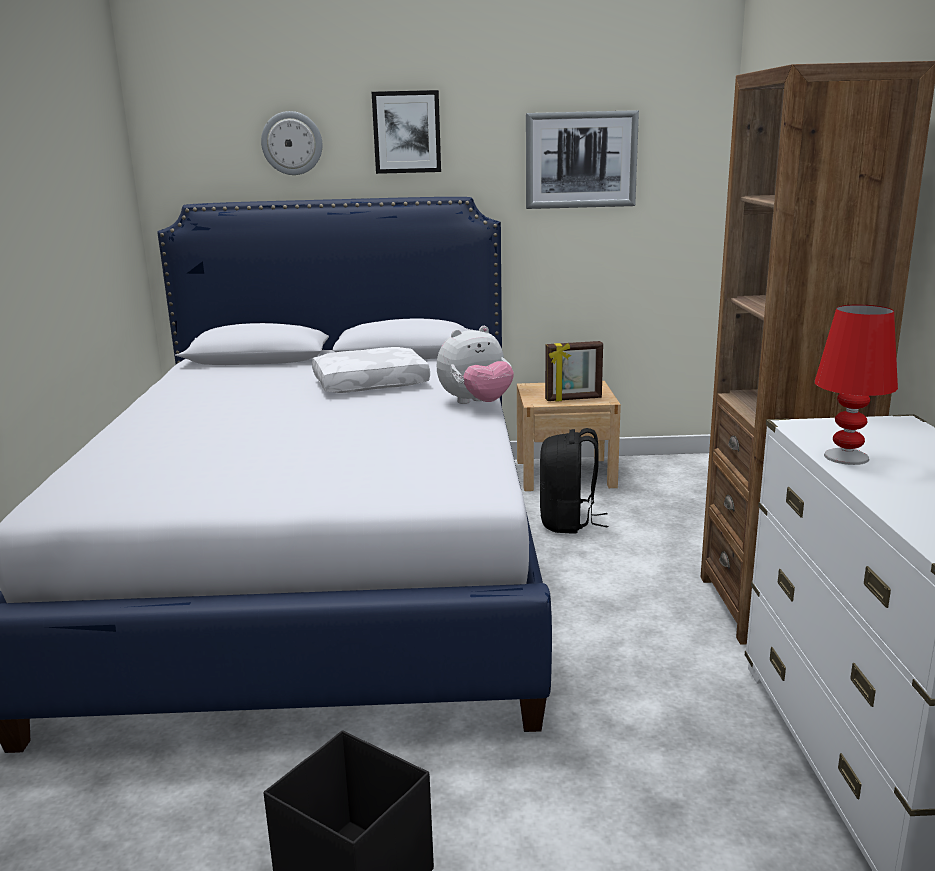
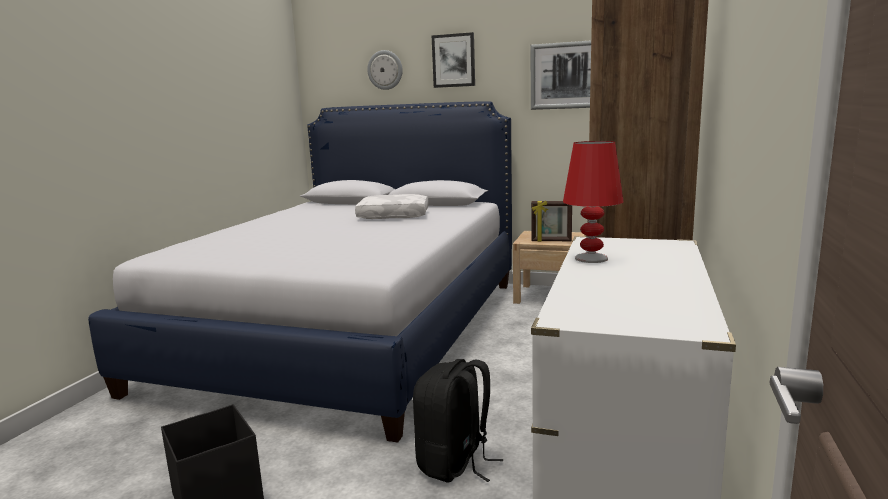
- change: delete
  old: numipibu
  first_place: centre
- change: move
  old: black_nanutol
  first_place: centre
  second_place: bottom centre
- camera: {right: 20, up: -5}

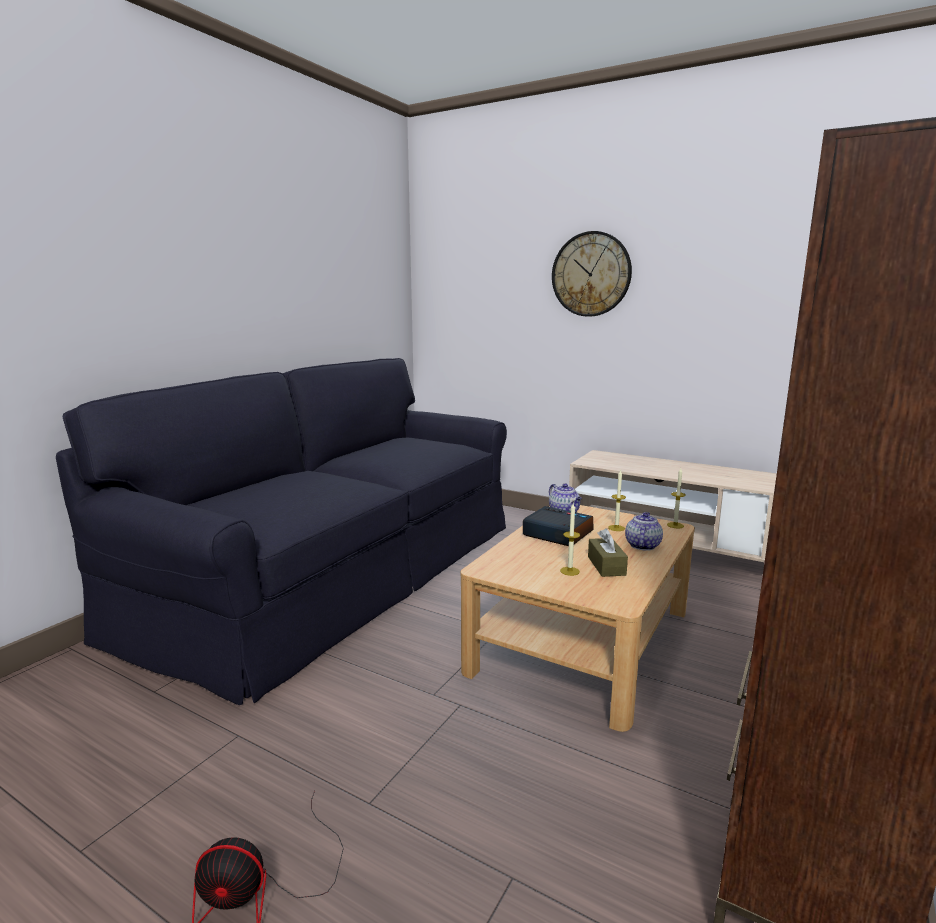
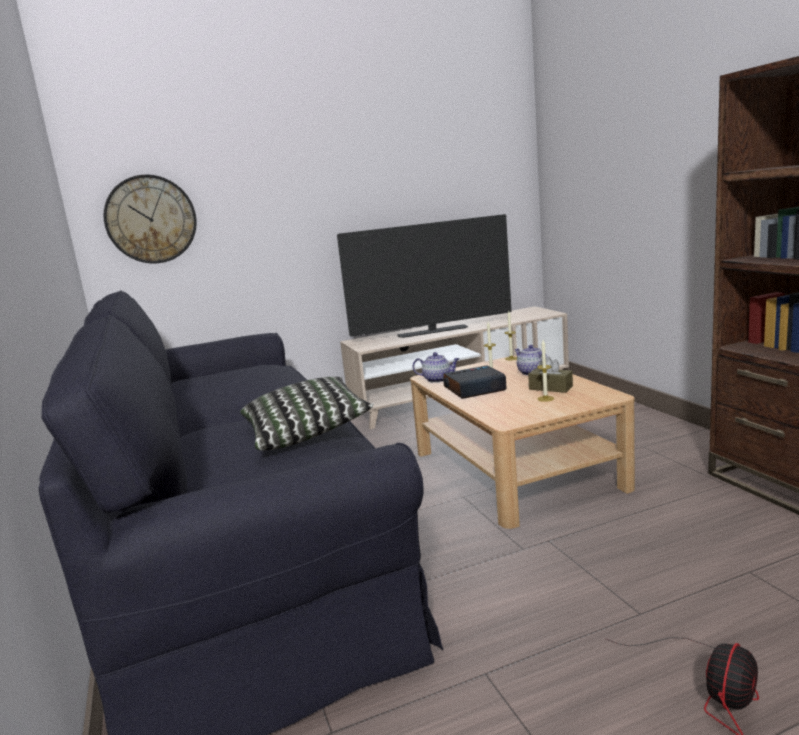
- change: move
  old: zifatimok
  first_place: top centre
  second_place: top left
- change: insert
  new: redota
  second_place: centre
- change: insert
  new: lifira
  second_place: centre
- camera: {right: -50, up: 0}

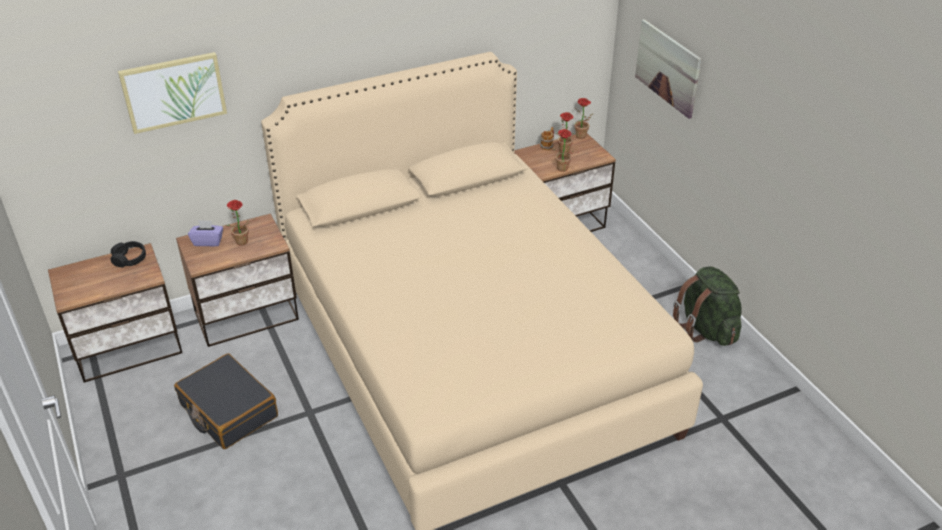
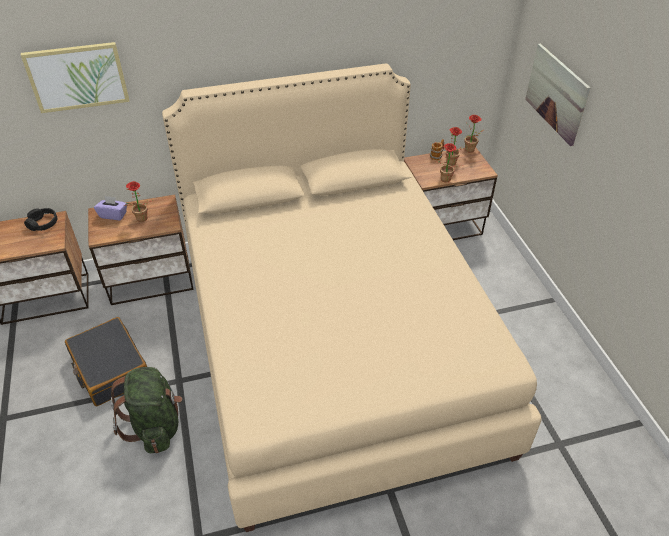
- change: move
  old: green_nanutol
  first_place: middle right
  second_place: bottom left
- camera: {right: 10, up: 5}

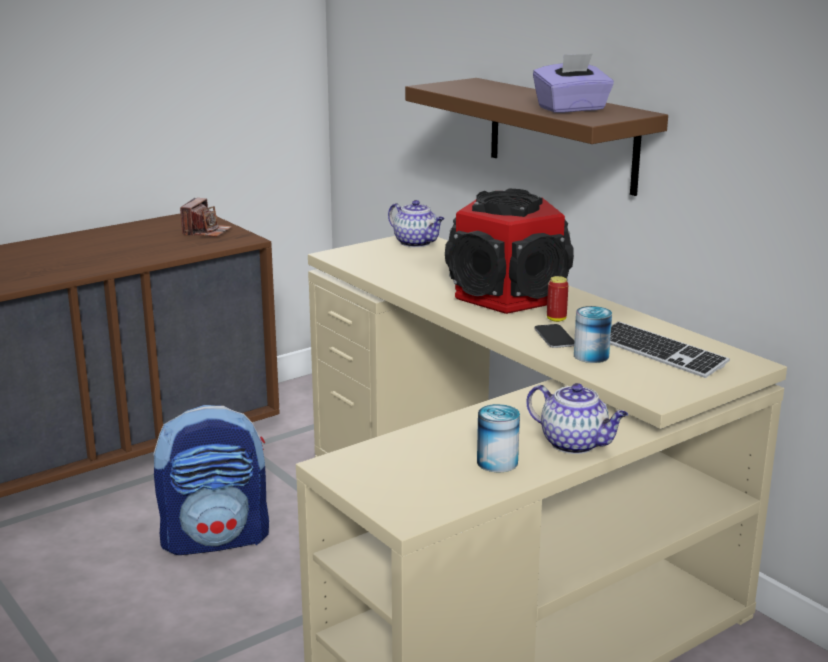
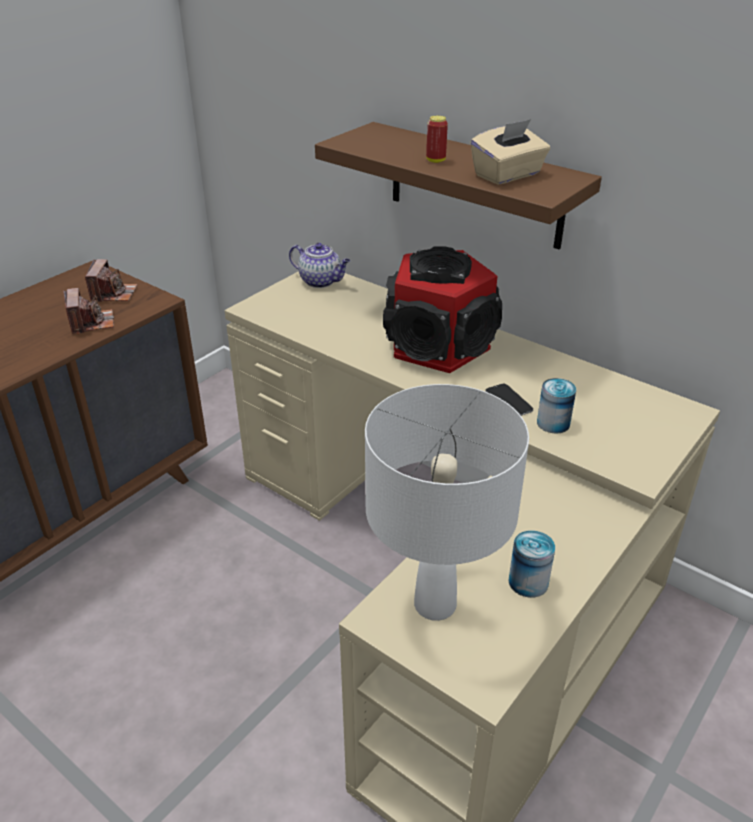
- change: recolor
  old: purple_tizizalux
  new: beige_tizizalux
  first_place: top right
  second_place: top right
- change: move
  old: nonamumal (2nd from left in the first image)
  new: nonamumal (1st from left)
  first_place: middle right
  second_place: top centre
- change: delete
  old: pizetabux
  first_place: middle right
- change: delete
  old: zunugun (2nd from left)
  first_place: middle right
- change: delete
  old: nanutol
  first_place: bottom left
- change: insert
  new: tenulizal (1st from left)
  second_place: middle left
- change: insert
  new: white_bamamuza
  second_place: centre
- camera: {right: -15, up: 15}

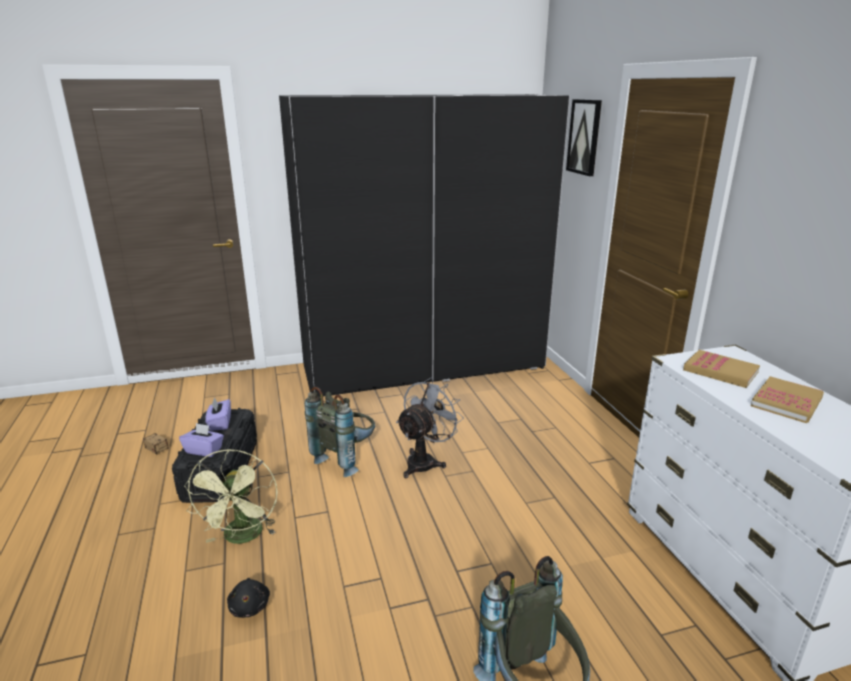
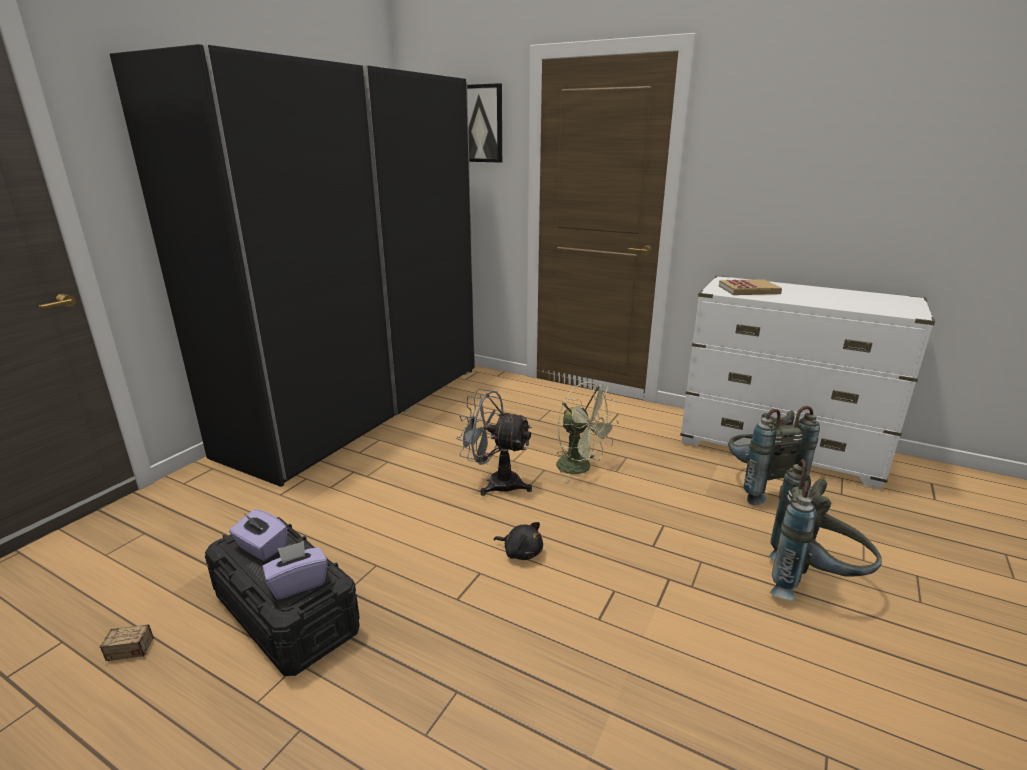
- change: delete
  old: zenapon (2nd from left)
  first_place: middle right
- change: rotate
  old: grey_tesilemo
  first_place: centre
  second_place: centre
  degrees: -60
- change: move
  old: grey_nanutol (1st from left)
  first_place: centre
  second_place: middle right
- change: move
  old: green_tesilemo
  first_place: bottom left
  second_place: centre
- change: move
  old: black_numipibu
  first_place: bottom left
  second_place: bottom centre
- camera: {right: -45, up: 0}

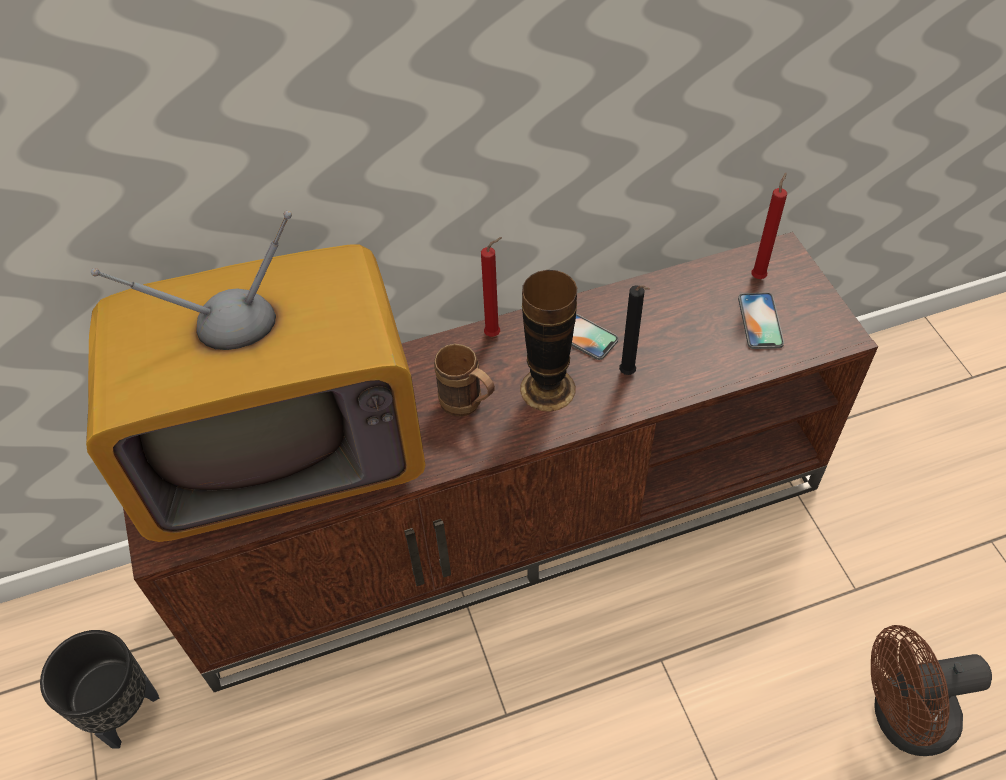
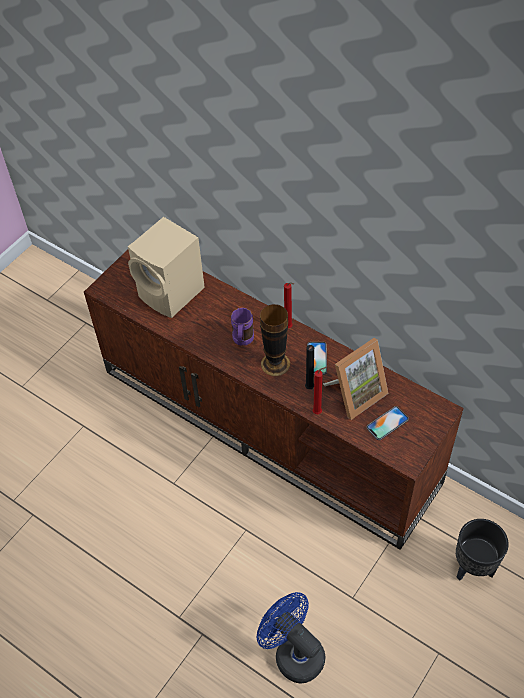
- change: move
  old: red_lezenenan (2nd from left)
  first_place: top right
  second_place: centre
- change: replace
  old: redota
  new: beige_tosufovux
  first_place: middle left
  second_place: middle left
- change: recolor
  old: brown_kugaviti
  new: purple_kugaviti
  first_place: centre
  second_place: centre
- change: recolor
  old: brown_tesilemo
  new: blue_tesilemo
  first_place: bottom right
  second_place: bottom centre
- change: move
  old: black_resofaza
  first_place: bottom left
  second_place: bottom right
- change: insert
  new: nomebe
  second_place: middle right
- camera: {right: 55, up: 0}

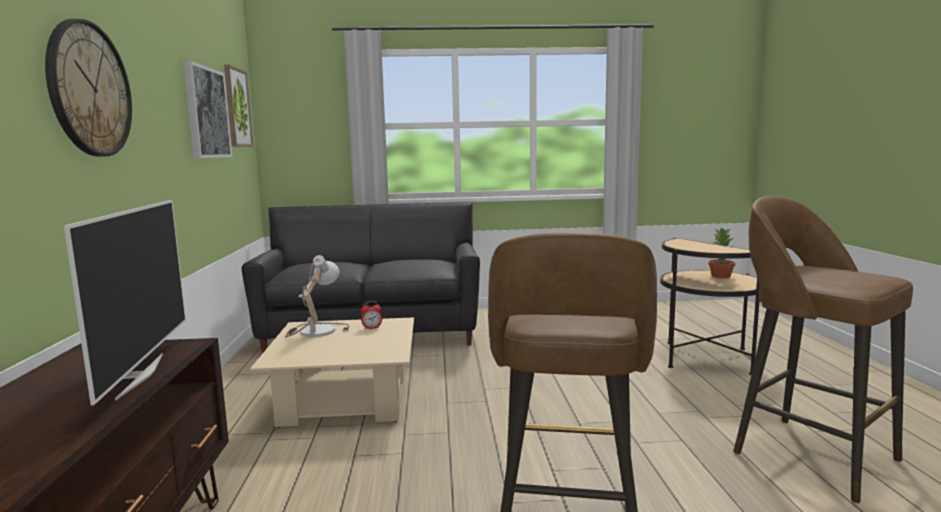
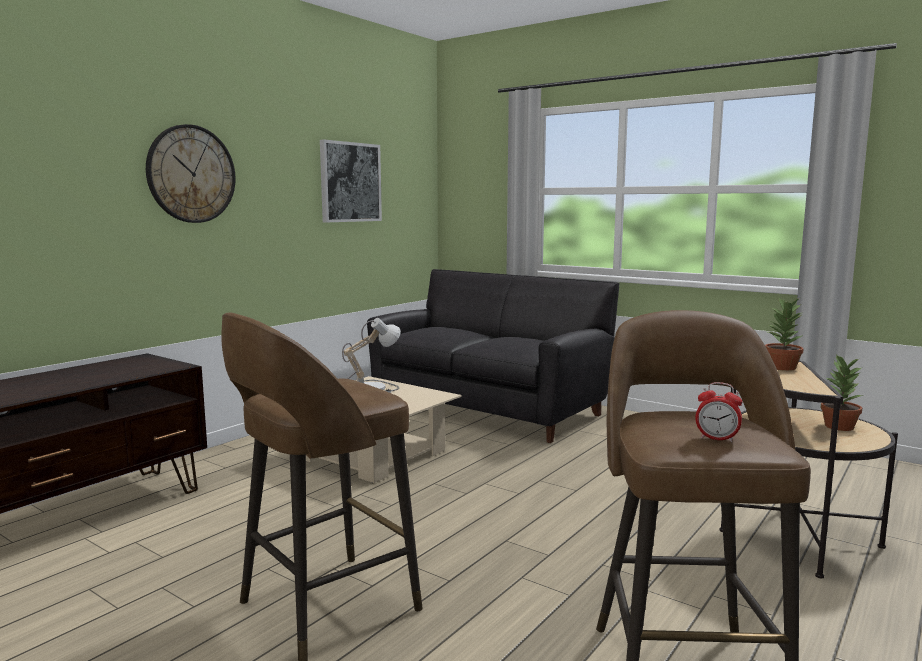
- change: delete
  old: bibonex (2nd from left)
  first_place: top left
- change: delete
  old: redota
  first_place: middle left
- change: move
  old: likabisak
  first_place: centre
  second_place: middle right
- change: insert
  new: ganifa (1st from left)
  second_place: middle right
- camera: {right: 40, up: 0}

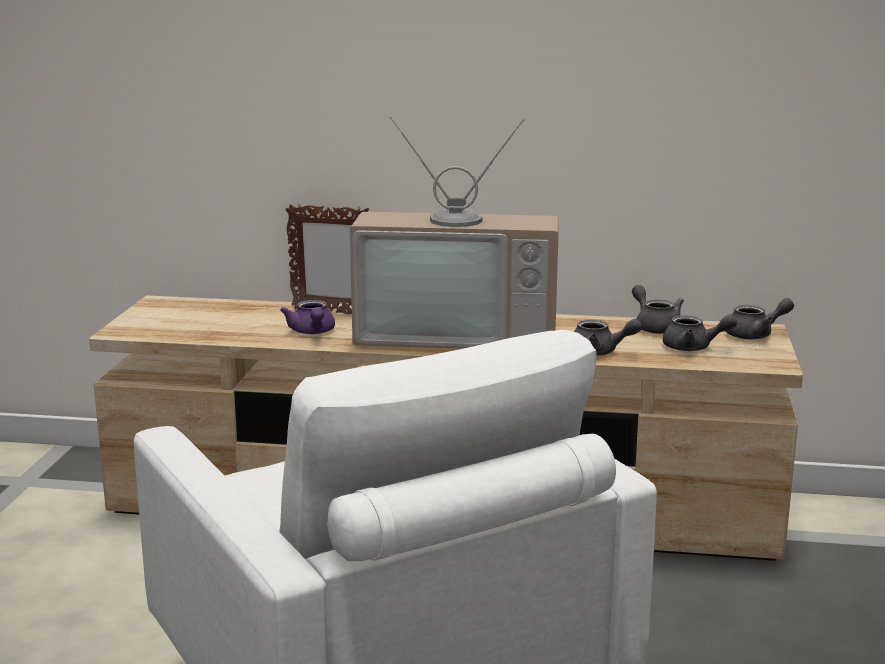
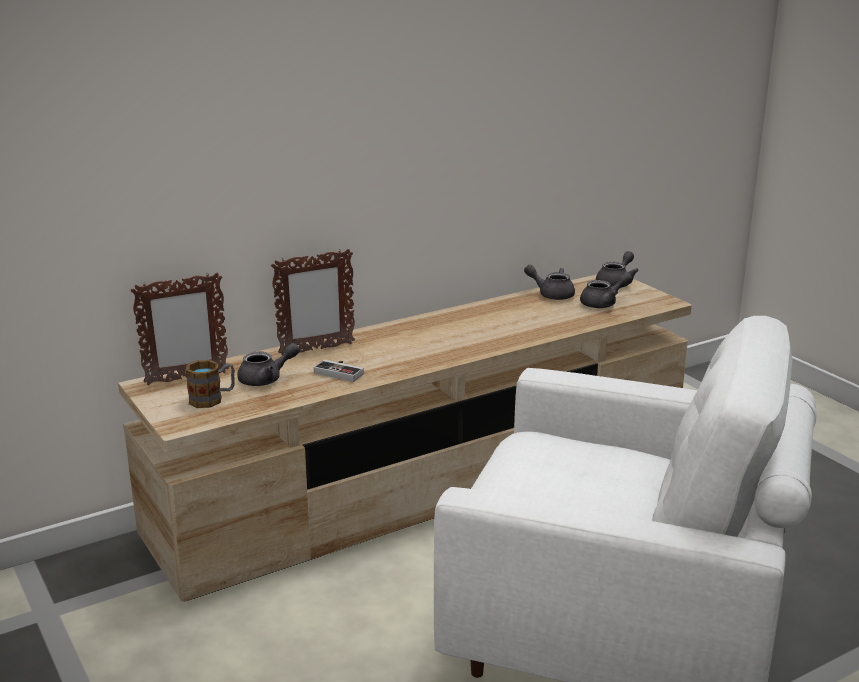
- change: delete
  old: redota
  first_place: centre
- change: replace
  old: purple_zunugun
  new: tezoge
  first_place: centre
  second_place: centre
- change: move
  old: grey_zunugun (1st from left)
  first_place: middle right
  second_place: middle left
- change: insert
  new: nomebe (1st from left)
  second_place: middle left
- change: insert
  new: kugaviti
  second_place: middle left
- camera: {right: -40, up: 5}

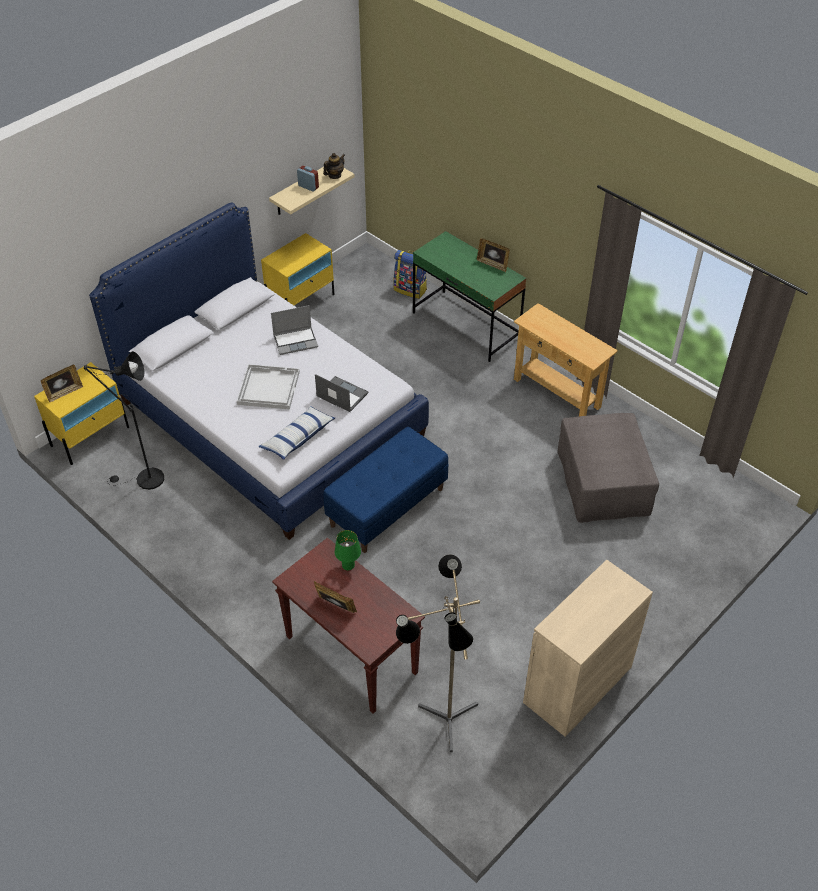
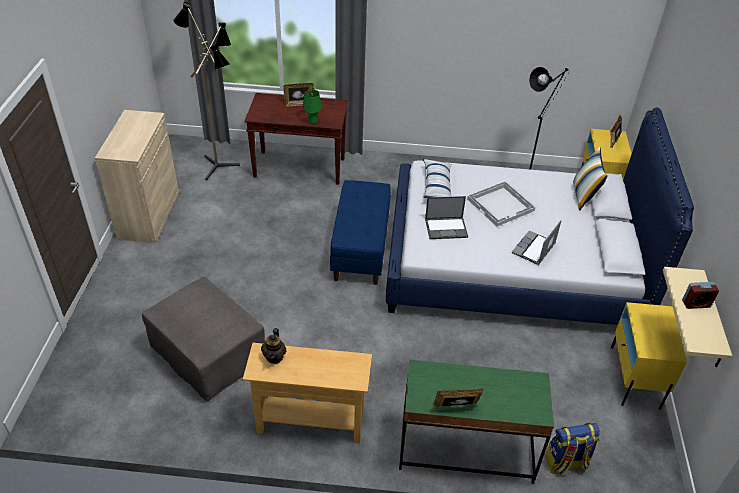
- change: move
  old: zunugun
  first_place: top centre
  second_place: bottom centre
- change: insert
  new: lifira (2nd from left)
  second_place: middle right
- camera: {right: 140, up: -5}

